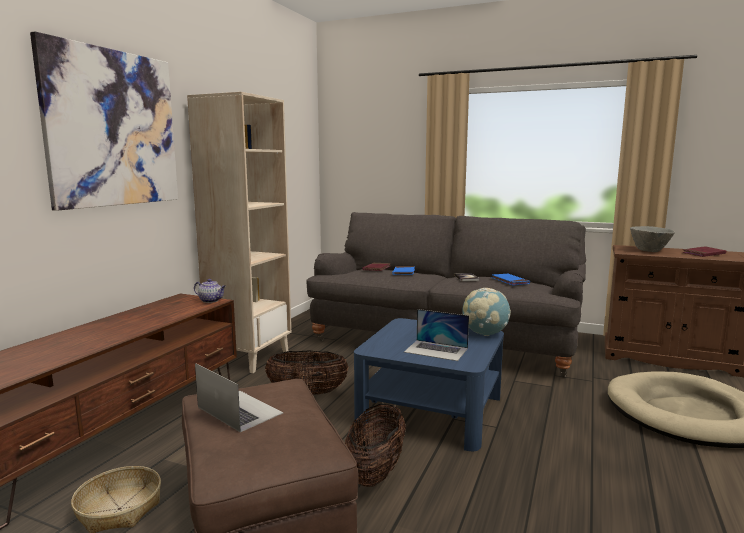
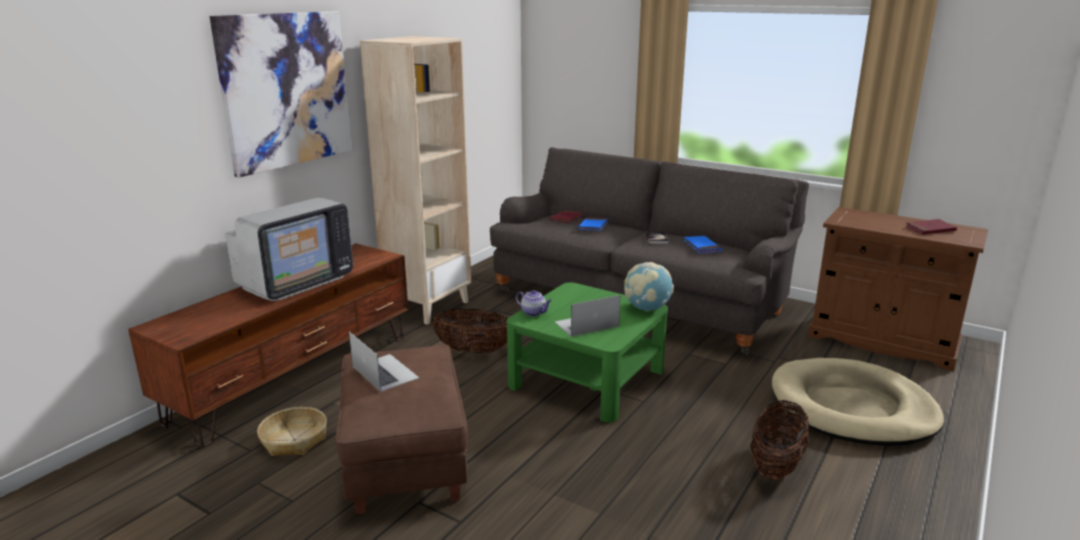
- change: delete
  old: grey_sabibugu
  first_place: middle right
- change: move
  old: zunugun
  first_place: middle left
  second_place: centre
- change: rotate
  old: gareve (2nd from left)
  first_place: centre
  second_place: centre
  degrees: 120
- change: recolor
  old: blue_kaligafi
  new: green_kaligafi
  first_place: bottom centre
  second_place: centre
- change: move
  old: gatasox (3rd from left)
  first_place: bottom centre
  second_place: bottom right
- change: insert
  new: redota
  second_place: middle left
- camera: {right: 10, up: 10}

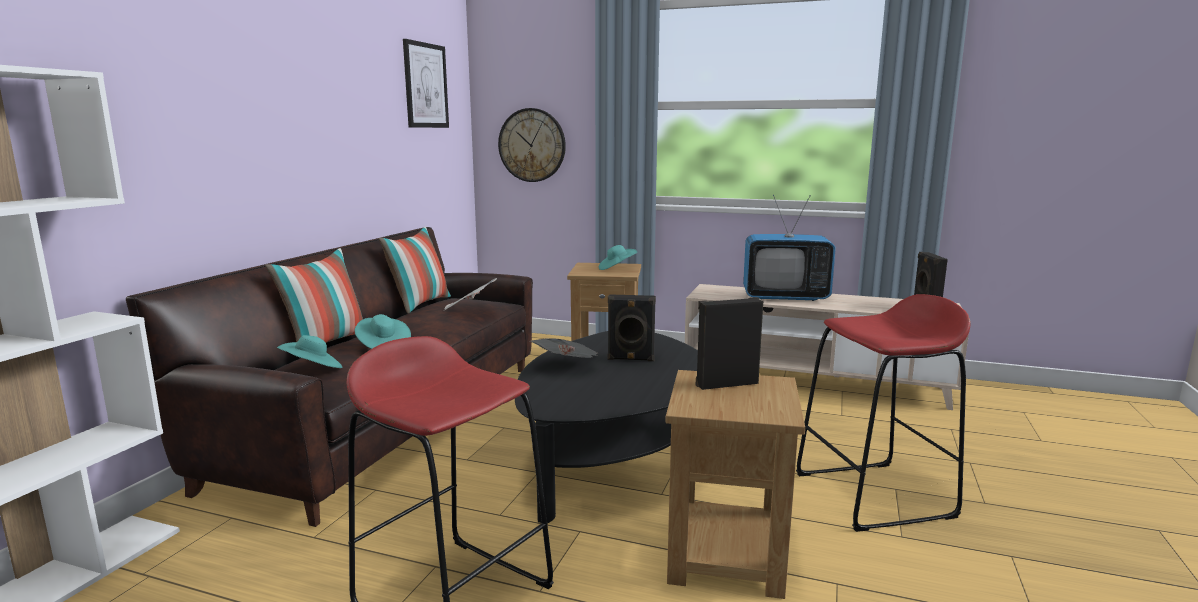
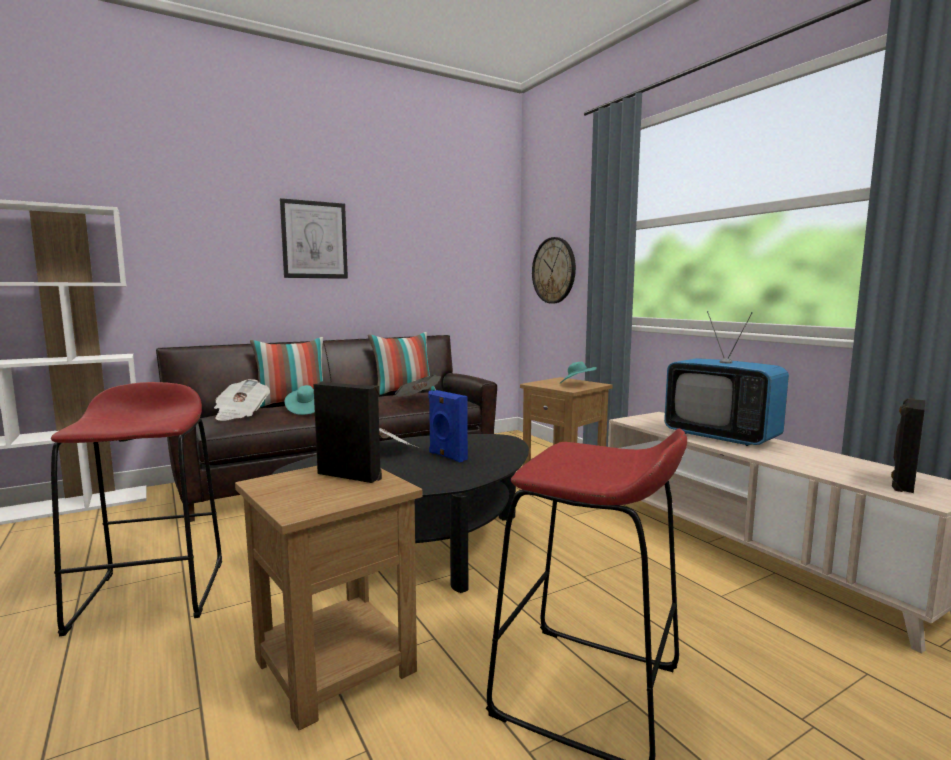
- change: move
  old: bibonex
  first_place: top centre
  second_place: top left
- change: recolor
  old: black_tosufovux (1st from left)
  new: blue_tosufovux
  first_place: centre
  second_place: centre
- change: replace
  old: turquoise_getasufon (1st from left)
  new: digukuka (1st from left)
  first_place: middle left
  second_place: middle left
- camera: {right: 40, up: -5}

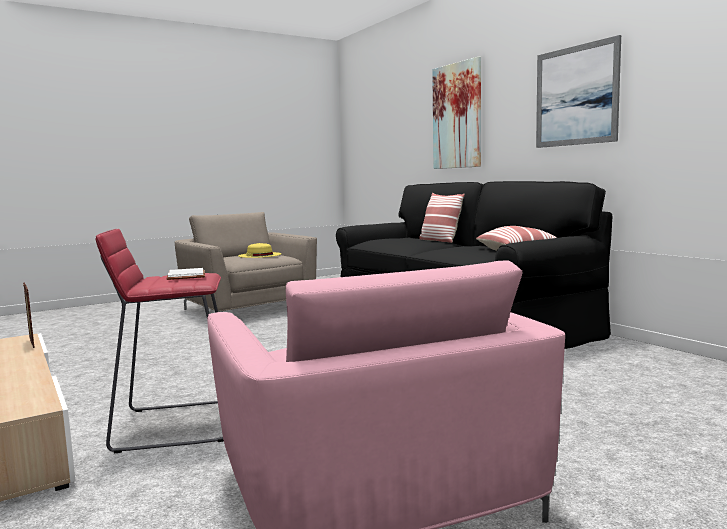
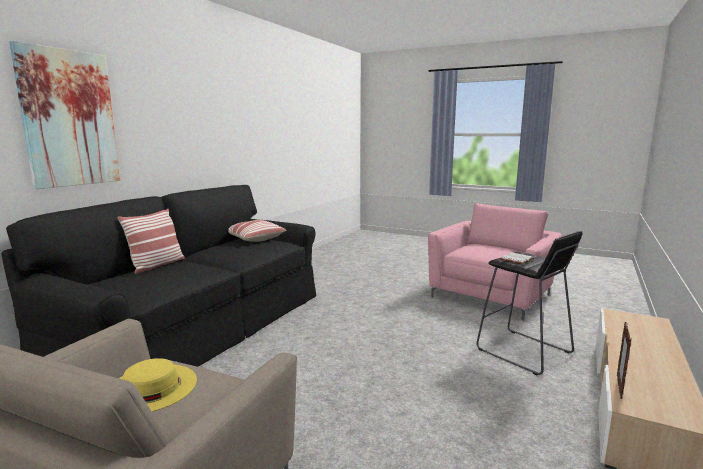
- change: delete
  old: bibonex (2nd from left)
  first_place: top right
- change: recolor
  old: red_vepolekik
  new: black_vepolekik
  first_place: middle left
  second_place: middle right
- camera: {right: -120, up: 5}

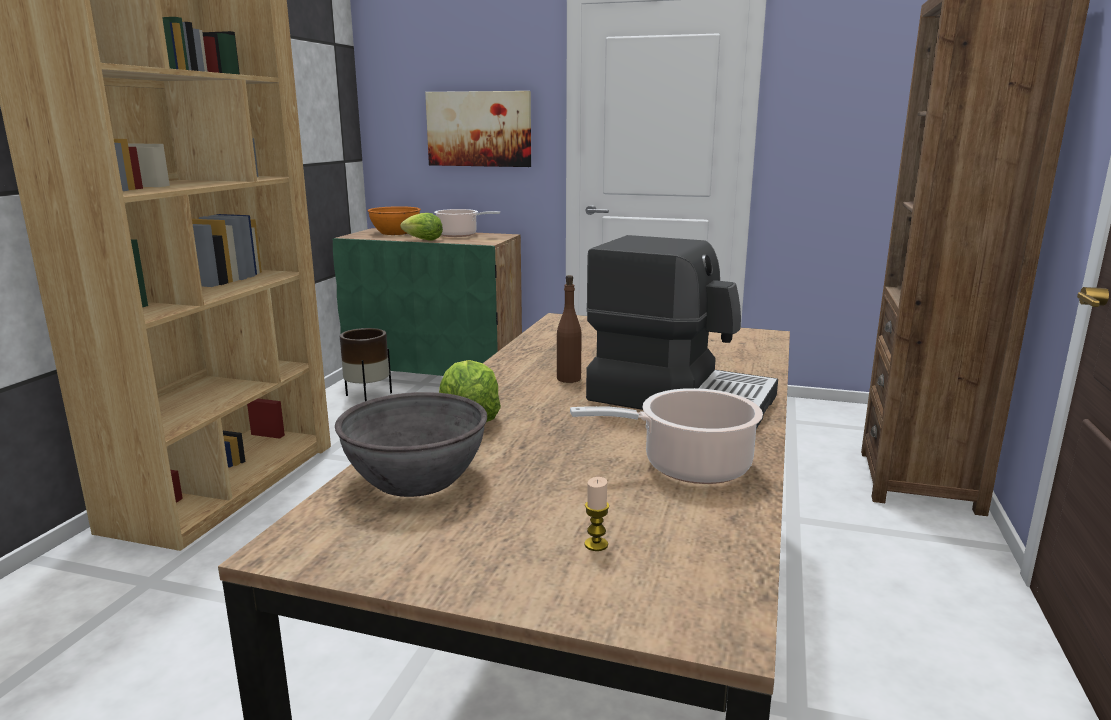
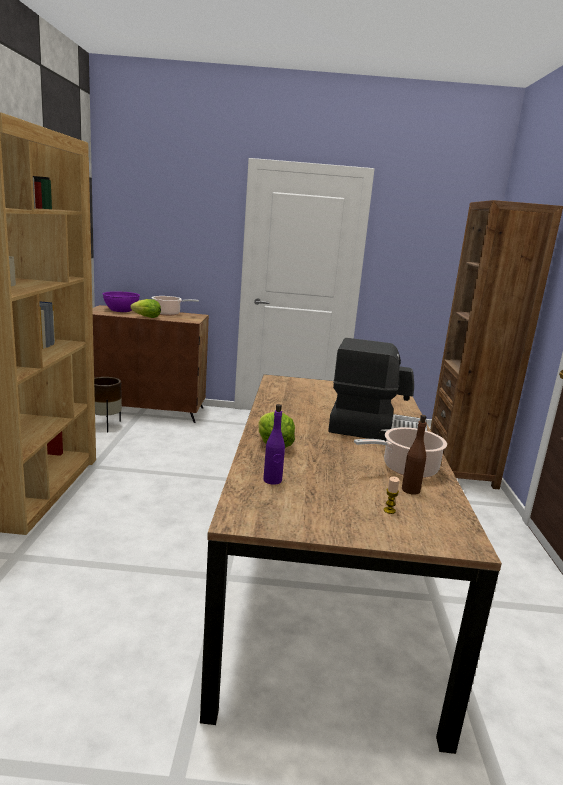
- change: delete
  old: bibonex
  first_place: top centre
- change: recolor
  old: orange_sabibugu
  new: purple_sabibugu
  first_place: top centre
  second_place: middle left
- change: recolor
  old: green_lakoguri
  new: brown_lakoguri
  first_place: centre
  second_place: middle left
- change: move
  old: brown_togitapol
  first_place: centre
  second_place: middle right
- change: replace
  old: grey_sabibugu
  new: purple_togitapol
  first_place: centre
  second_place: centre
- camera: {right: -15, up: 0}

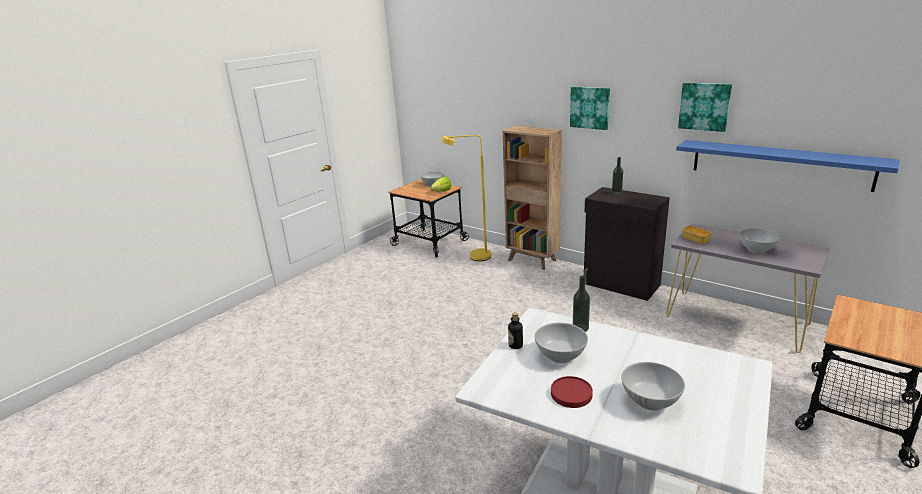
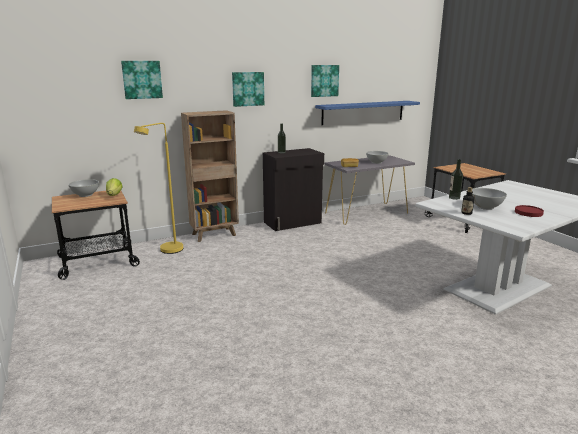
- change: delete
  old: white_sabibugu (3rd from left)
  first_place: bottom right
- change: insert
  new: bibonex (1st from left)
  second_place: top left
- camera: {right: -65, up: -5}

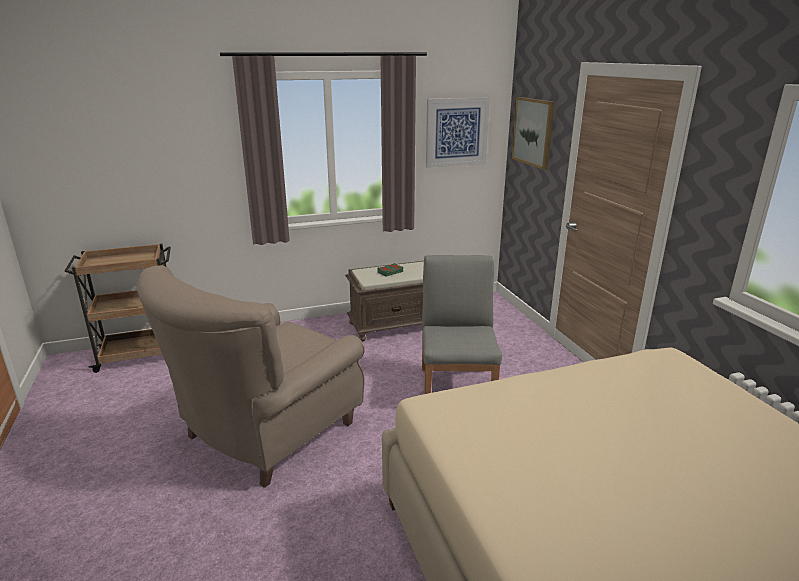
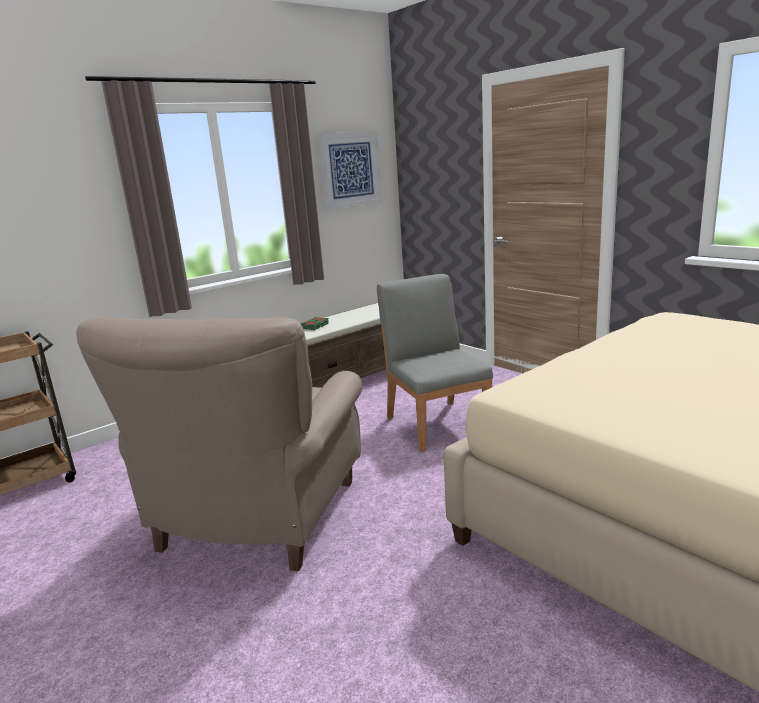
- change: delete
  old: bibonex (2nd from left)
  first_place: top right
- camera: {right: -20, up: -5}

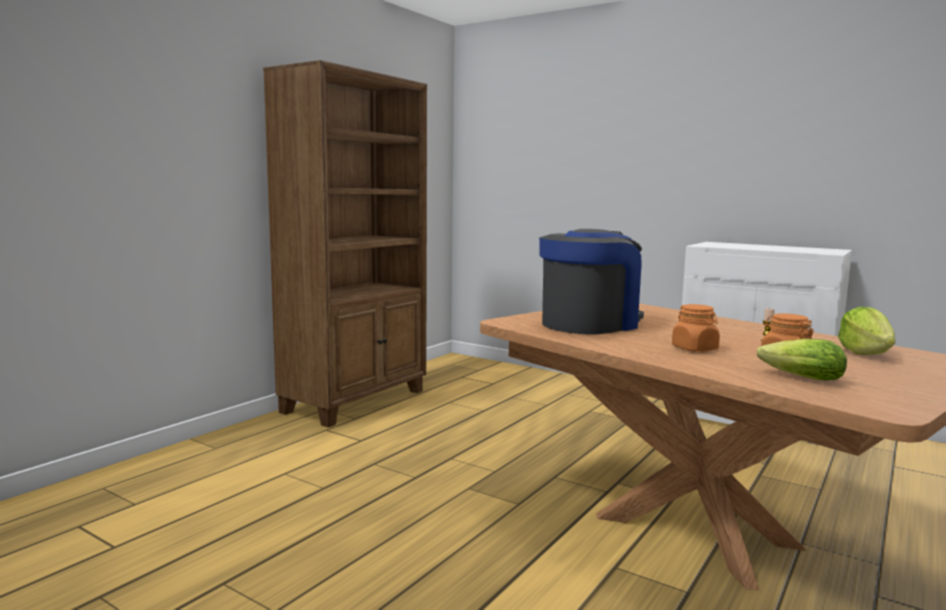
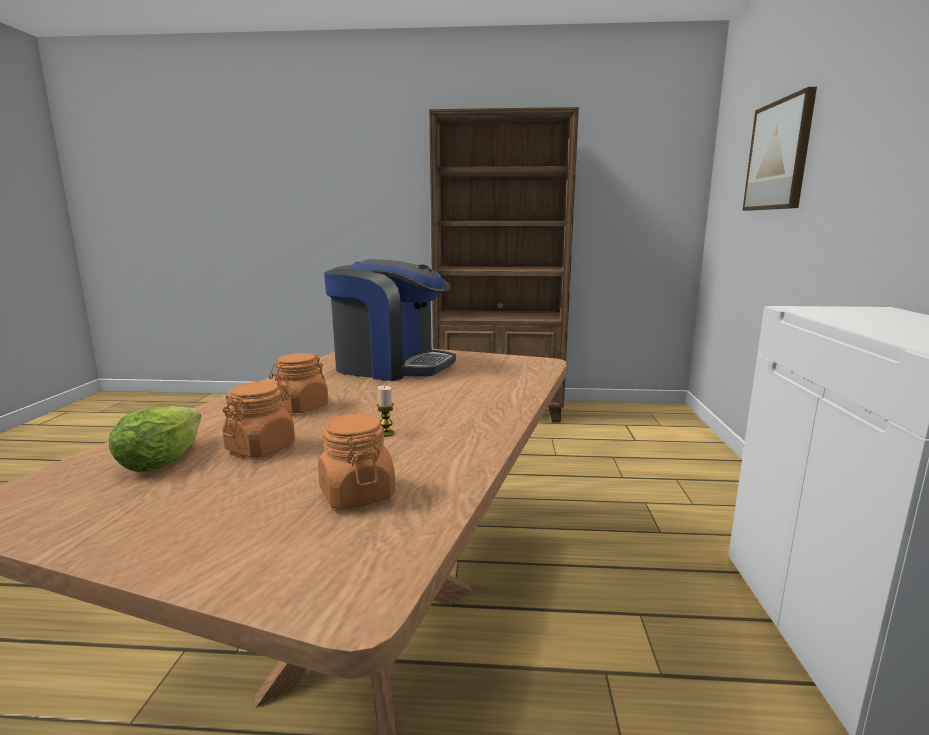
- change: replace
  old: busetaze (2nd from left)
  new: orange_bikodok (3rd from left)
  first_place: middle right
  second_place: centre
- change: insert
  new: bibonex
  second_place: top right
- camera: {right: 60, up: 5}

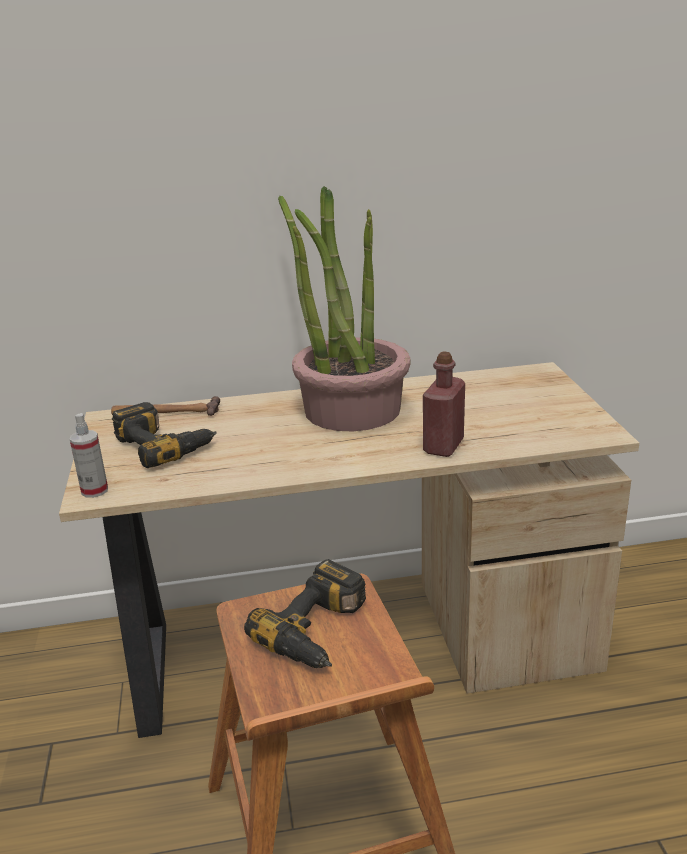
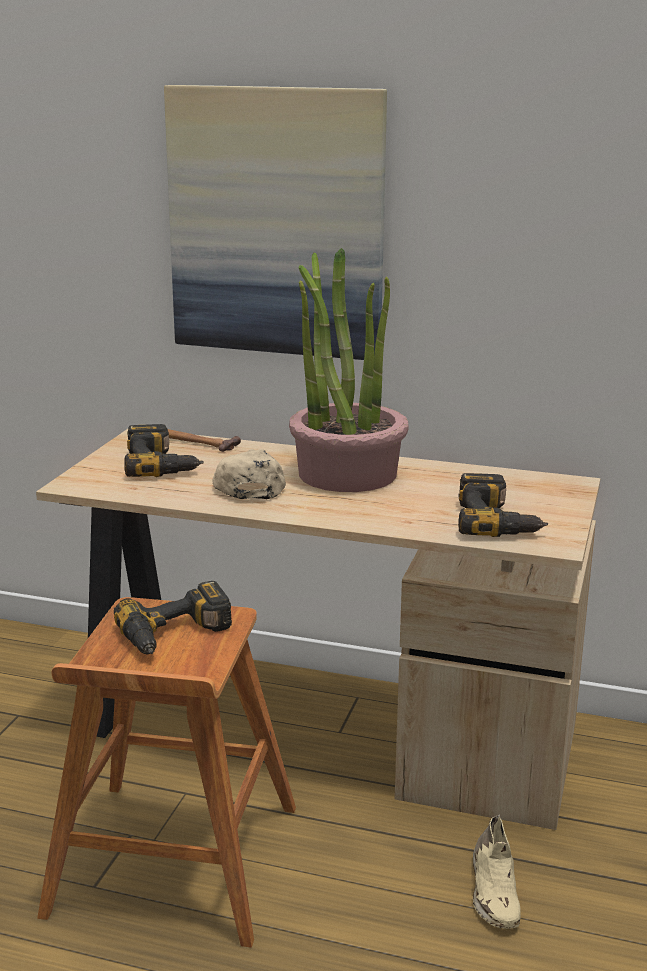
- change: delete
  old: red_togitapol
  first_place: centre
- change: delete
  old: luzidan
  first_place: middle left
- change: insert
  new: bibonex
  second_place: top centre
- change: insert
  new: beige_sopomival
  second_place: centre
- change: insert
  new: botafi (3rd from left)
  second_place: middle right
- change: insert
  new: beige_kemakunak
  second_place: bottom right
- camera: {right: 25, up: -5}

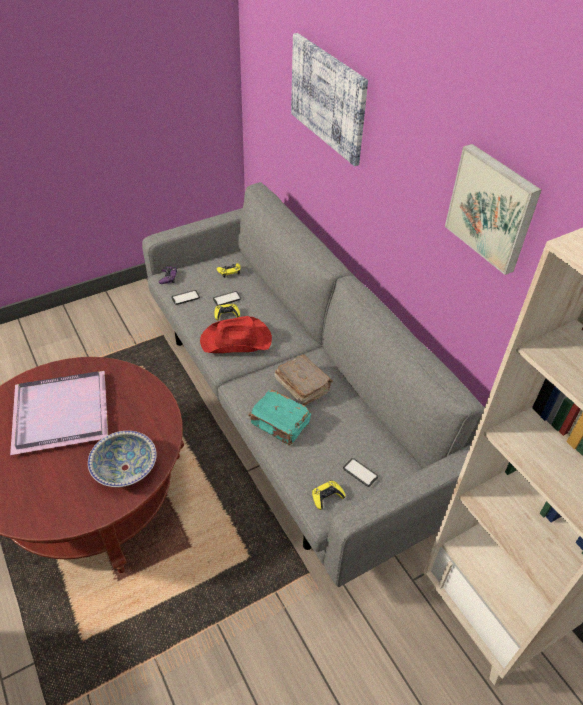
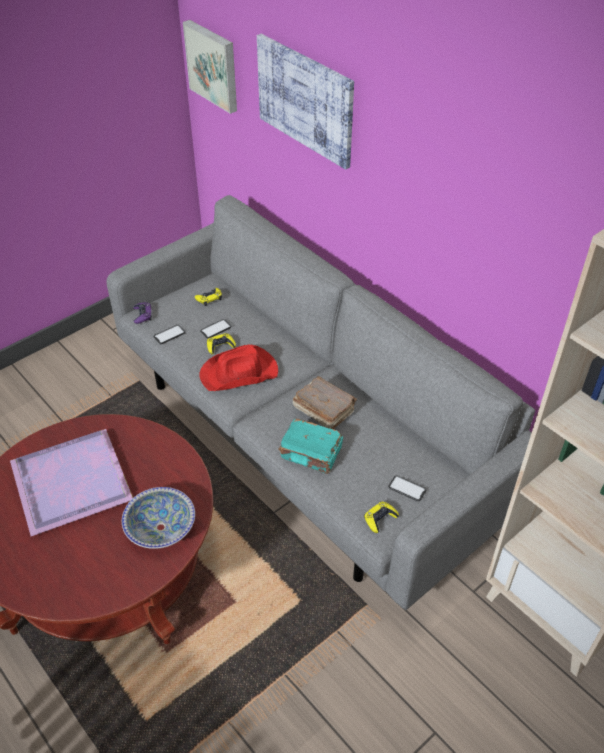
- change: move
  old: bibonex (2nd from left in the first image)
  new: bibonex (1st from left)
  first_place: top right
  second_place: top centre
- camera: {right: -10, up: 0}

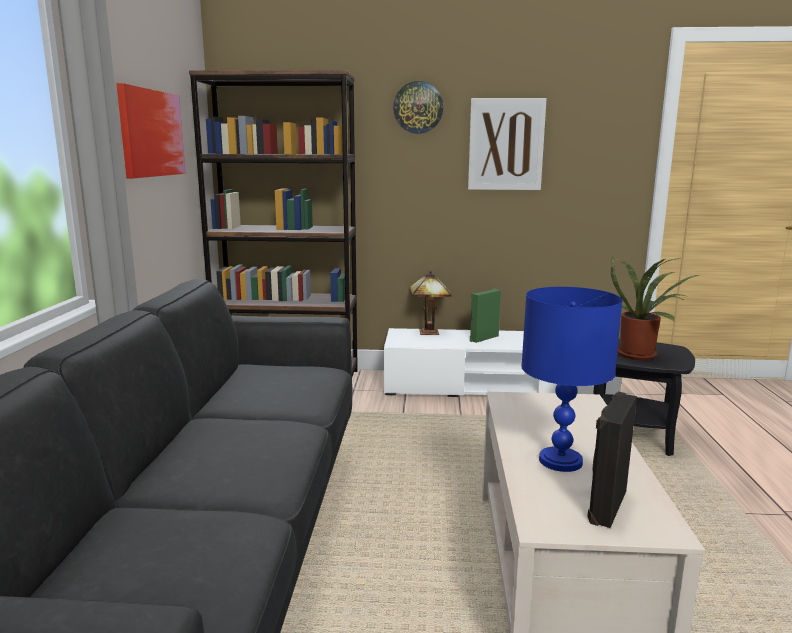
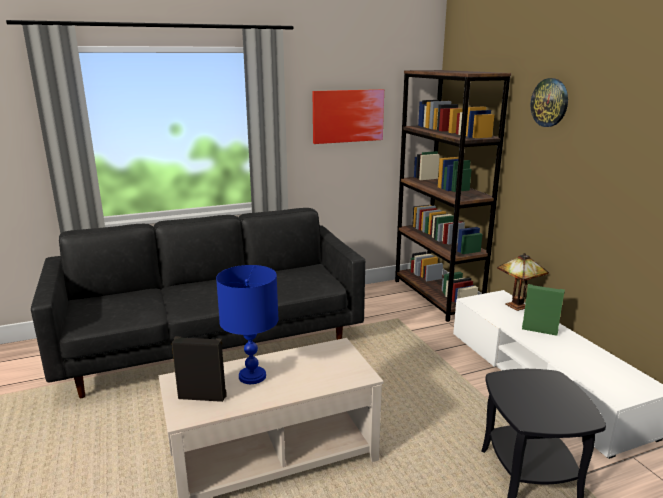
- change: delete
  old: bibonex (2nd from left)
  first_place: top centre
- change: delete
  old: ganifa
  first_place: middle right
- camera: {right: 65, up: 5}

